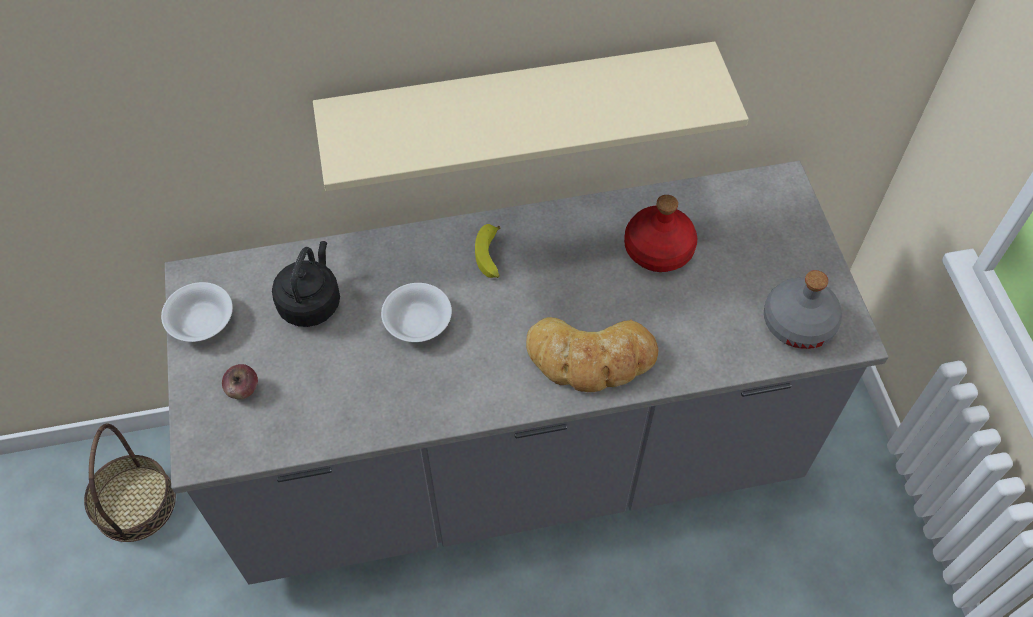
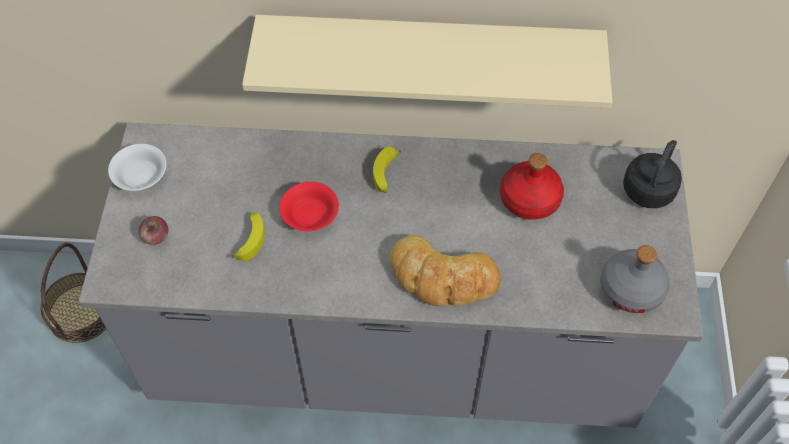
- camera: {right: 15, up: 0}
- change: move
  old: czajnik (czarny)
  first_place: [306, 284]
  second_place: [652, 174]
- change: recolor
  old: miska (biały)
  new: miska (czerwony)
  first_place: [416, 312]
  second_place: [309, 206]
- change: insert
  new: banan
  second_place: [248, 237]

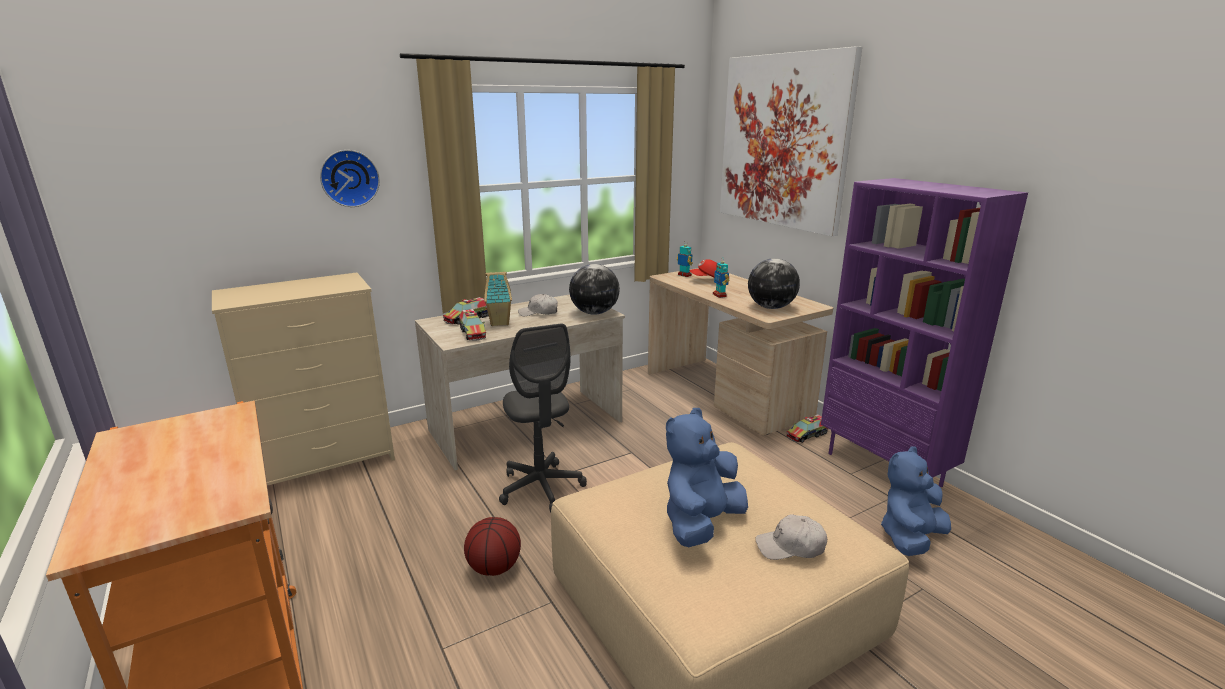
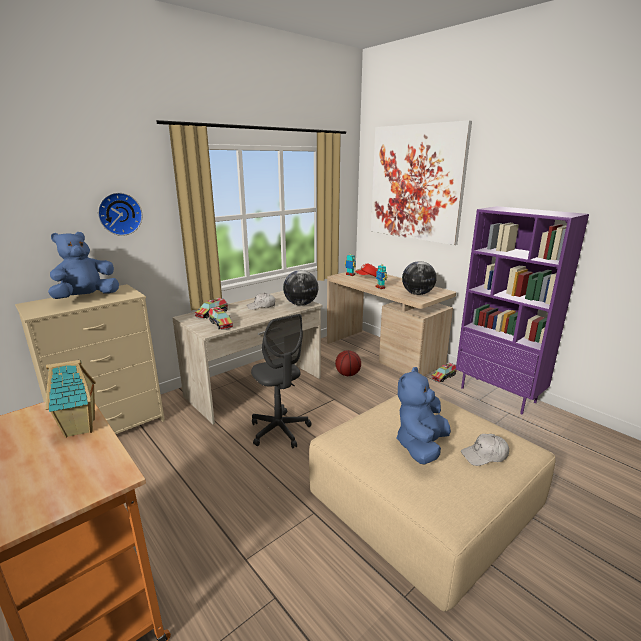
- camera: {right: -10, up: 0}
- change: move
  old: domek
  first_place: [498, 299]
  second_place: [70, 399]
- change: move
  old: pluszak (niebieski)
  first_place: [916, 501]
  second_place: [83, 265]
- change: move
  old: piłka do koszykówki
  first_place: [492, 546]
  second_place: [348, 363]

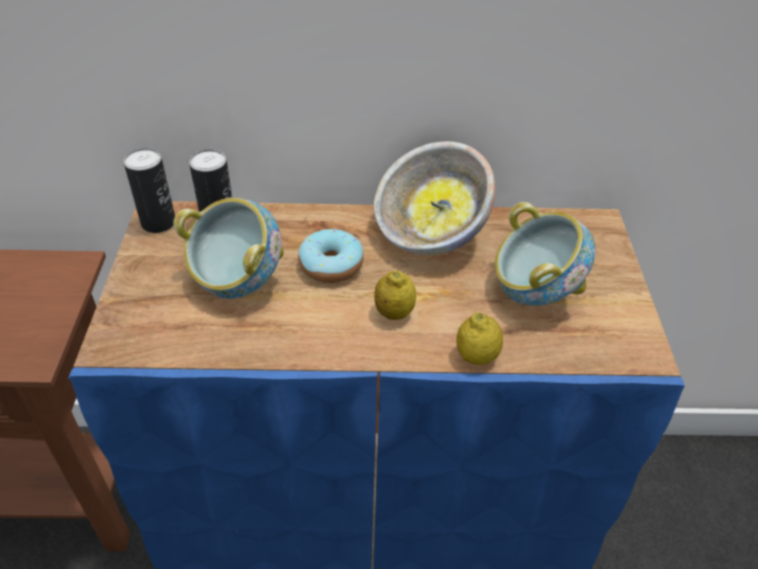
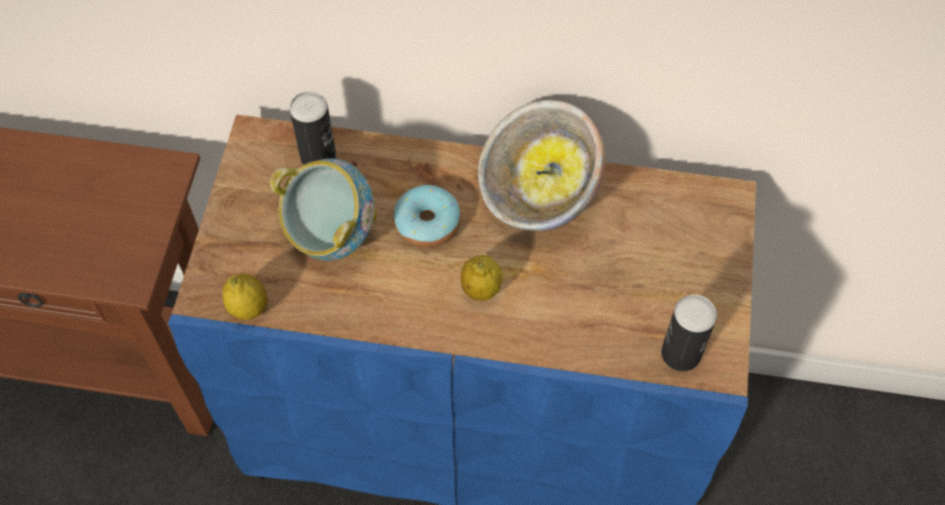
- camera: {right: 10, up: 15}
- change: move
  old: puszka
  first_place: [149, 190]
  second_place: [689, 333]
- change: delete
  old: miska
  first_place: [545, 254]
- change: move
  old: cytryna
  first_place: [479, 338]
  second_place: [245, 297]

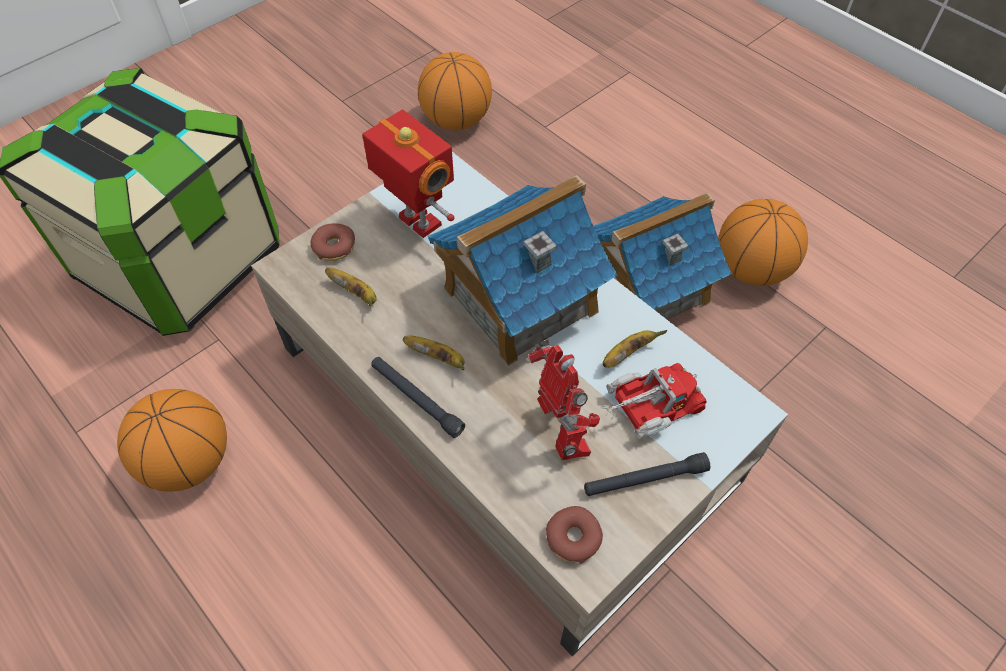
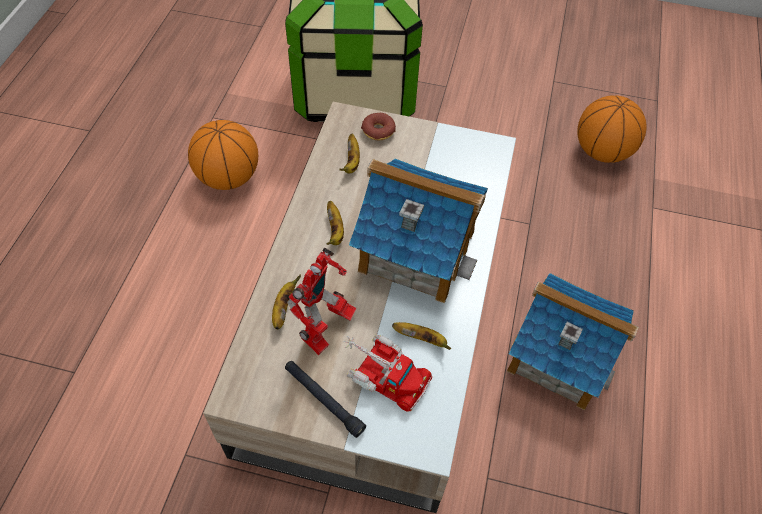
- camera: {right: 55, up: 0}
- change: delete
  old: robot zabawkowy
  first_place: [408, 174]
- change: delete
  old: piłka do koszykówki
  first_place: [763, 242]
- change: delete
  old: latarka (czarny)
  first_place: [418, 397]
- change: delete
  old: donut
  first_place: [574, 535]
- change: insert
  new: banan
  second_place: [286, 301]

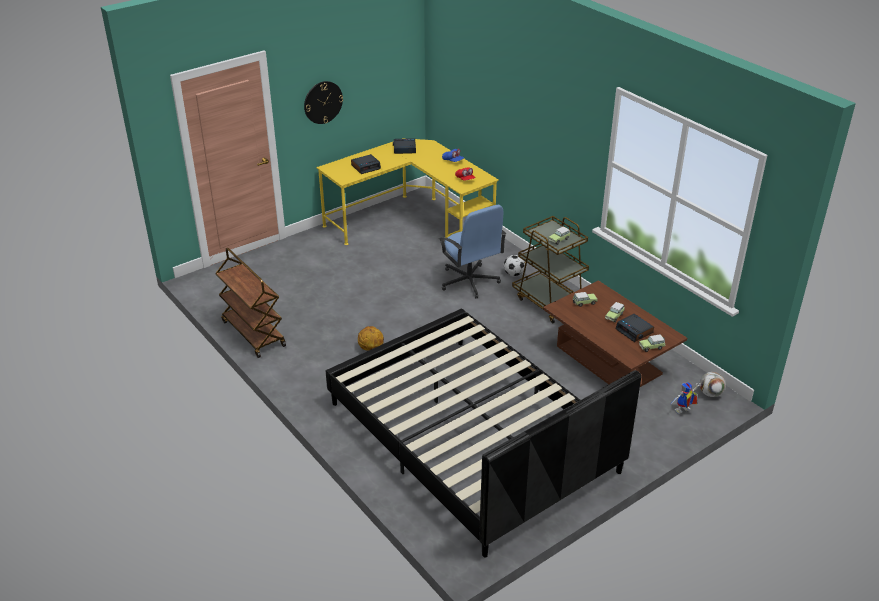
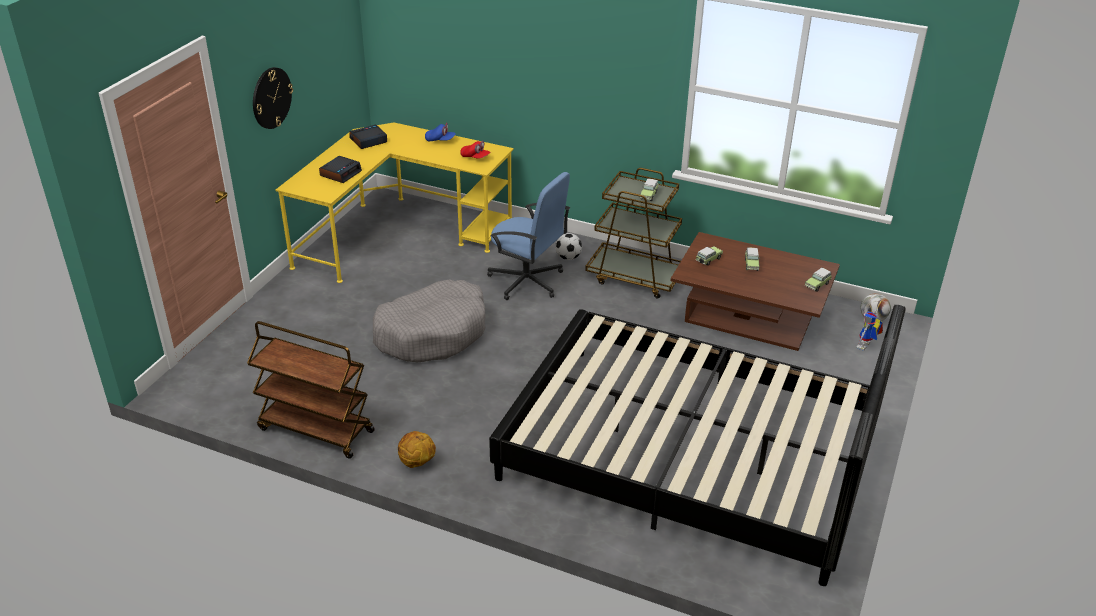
- camera: {right: -30, up: 0}
- change: delete
  old: budzik
  first_place: [634, 328]
- change: move
  old: piłka do koszykówki
  first_place: [371, 338]
  second_place: [417, 449]
- change: insert
  new: legowisko (szary)
  second_place: [429, 320]

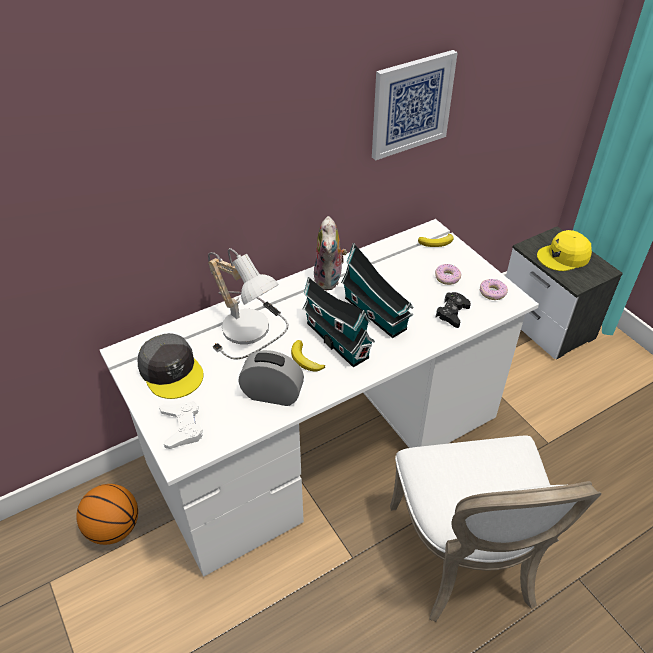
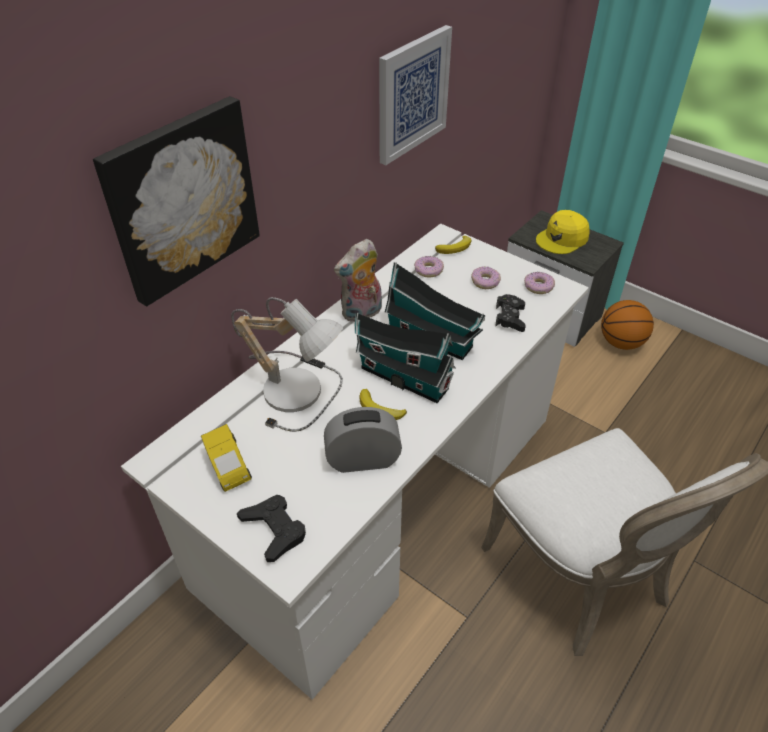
- camera: {right: -20, up: 0}
- change: rotate
  old: pluszak
  first_place: [330, 253]
  second_place: [358, 280]
  degrees: 75
- change: replace
  old: czapka z daszkiem (szary)
  new: samochodzik (żółty)
  first_place: [170, 366]
  second_place: [226, 458]
- change: recolor
  old: pad do gier (biały)
  new: pad do gier (czarny)
  first_place: [181, 425]
  second_place: [271, 528]
- change: move
  old: piłka do koszykówki
  first_place: [107, 514]
  second_place: [627, 325]
- change: insert
  new: obraz
  second_place: [176, 201]
- change: insert
  new: donut
  second_place: [429, 267]

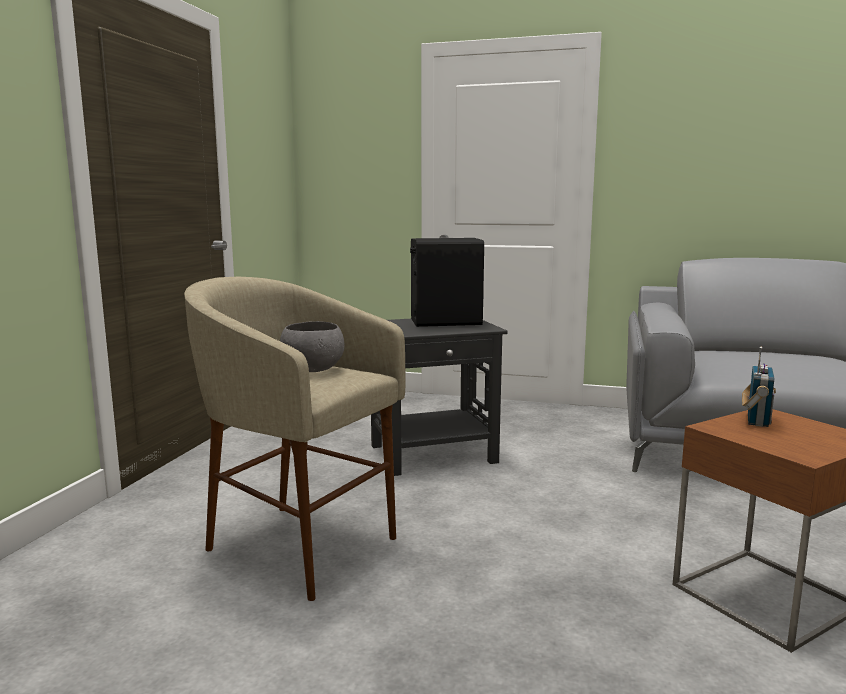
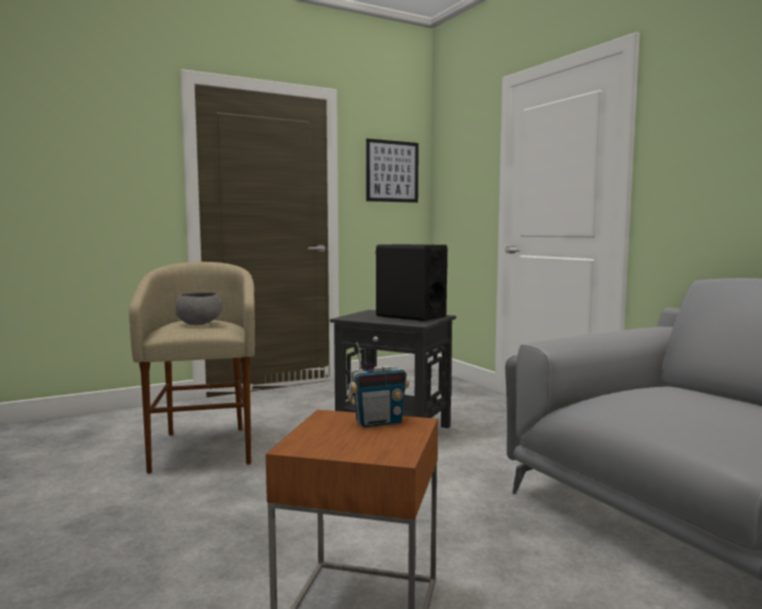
- camera: {right: 45, up: -5}
- change: insert
  new: obraz
  second_place: [392, 170]

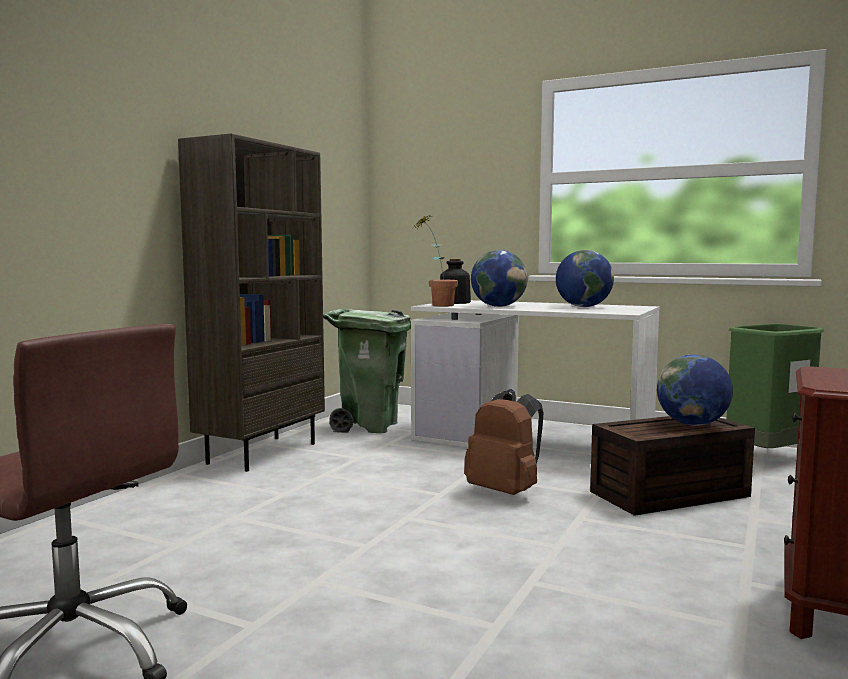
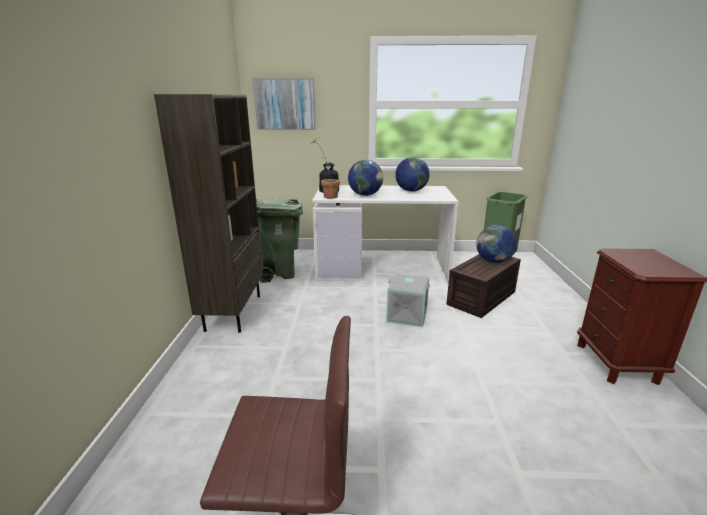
- camera: {right: -25, up: 15}
- change: replace
  old: plecak (brązowy)
  new: pojemnik do przechowywania (szary)
  first_place: [503, 442]
  second_place: [408, 300]
- change: insert
  new: obraz
  second_place: [284, 104]

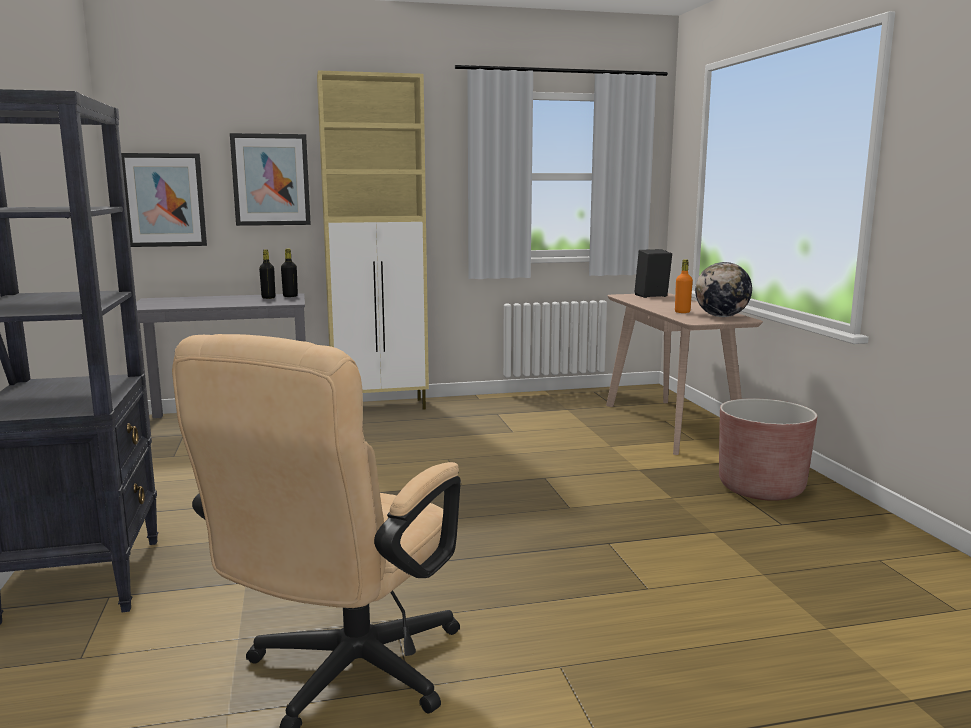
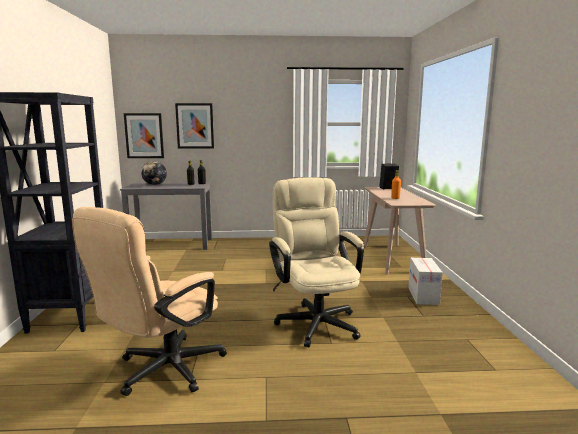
- camera: {right: 10, up: 0}
- change: delete
  old: szafka (beżowy)
  first_place: [373, 240]
- change: move
  old: globus
  first_place: [723, 289]
  second_place: [154, 173]
- change: replace
  old: donica (brązowy)
  new: karton
  first_place: [768, 449]
  second_place: [425, 281]
- change: insert
  new: krzesło biurowe (beżowy)
  second_place: [316, 262]

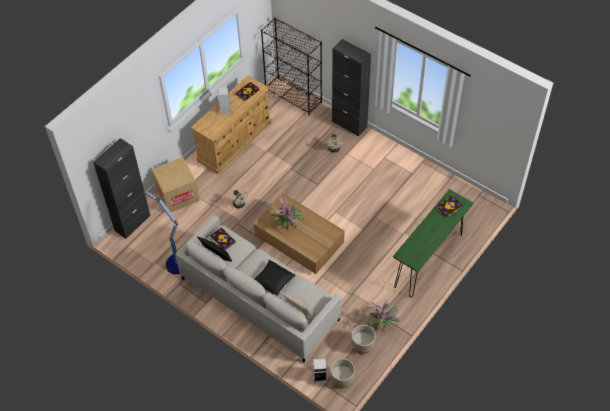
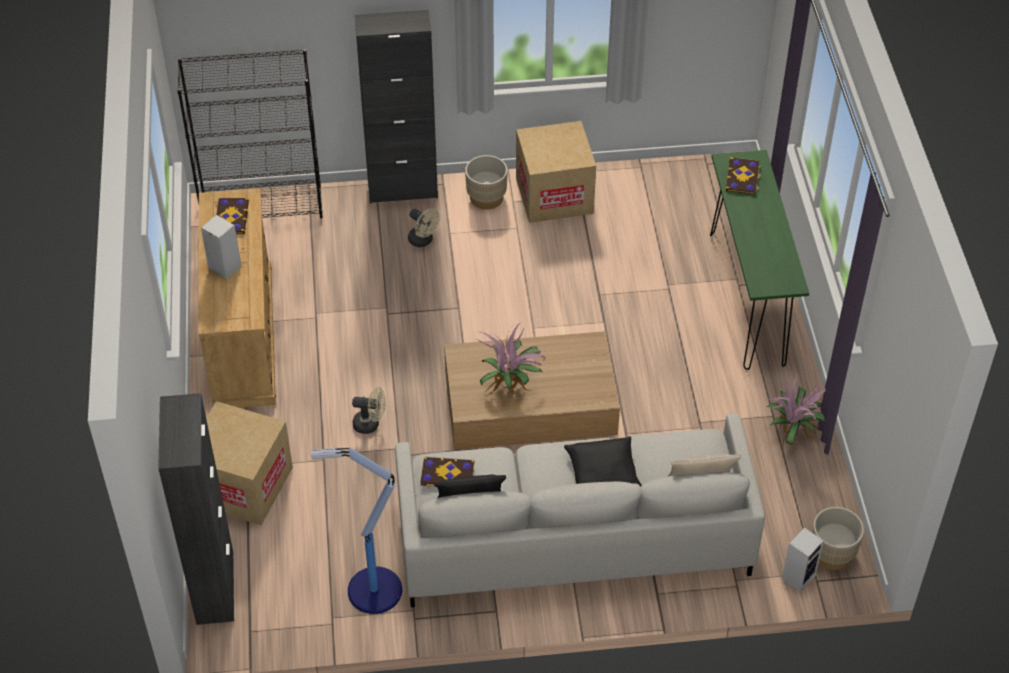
- camera: {right: -45, up: -5}
- change: move
  old: donica (beżowy)
  first_place: [363, 339]
  second_place: [486, 182]
- change: insert
  new: karton
  second_place: [556, 172]

